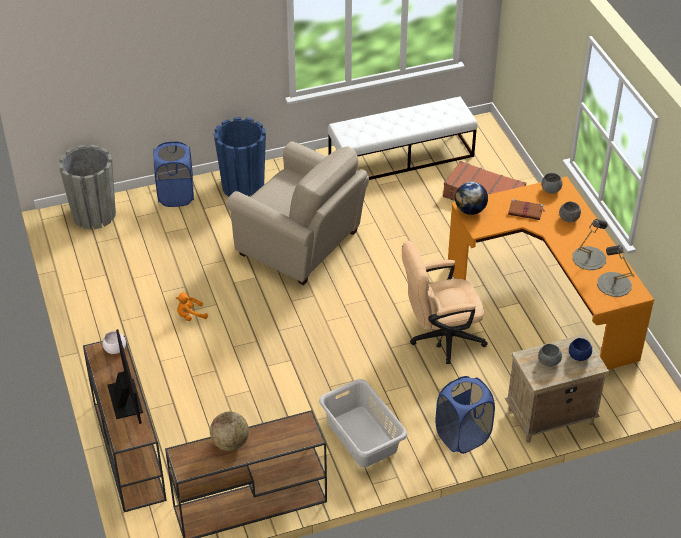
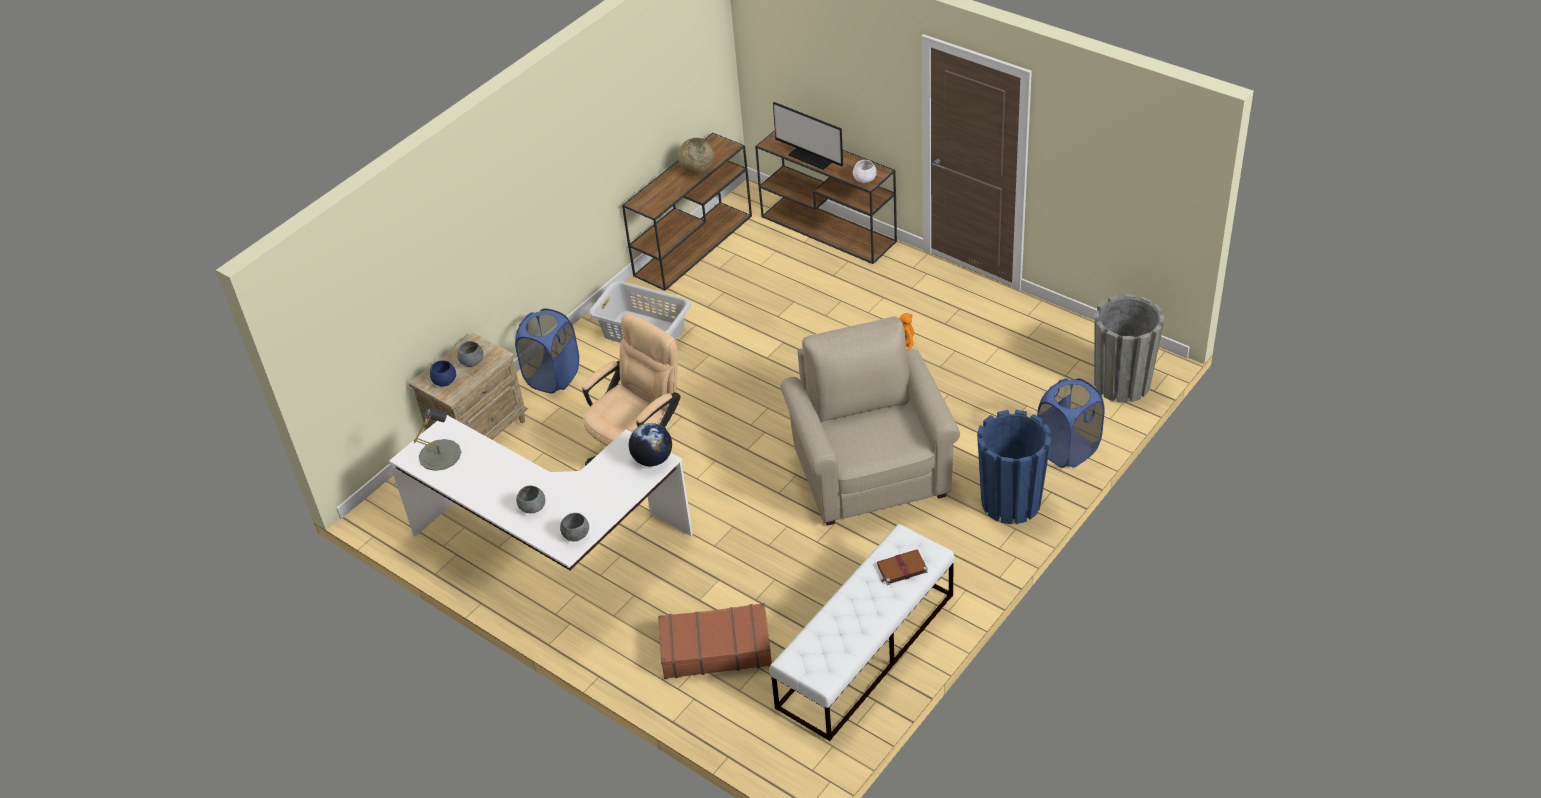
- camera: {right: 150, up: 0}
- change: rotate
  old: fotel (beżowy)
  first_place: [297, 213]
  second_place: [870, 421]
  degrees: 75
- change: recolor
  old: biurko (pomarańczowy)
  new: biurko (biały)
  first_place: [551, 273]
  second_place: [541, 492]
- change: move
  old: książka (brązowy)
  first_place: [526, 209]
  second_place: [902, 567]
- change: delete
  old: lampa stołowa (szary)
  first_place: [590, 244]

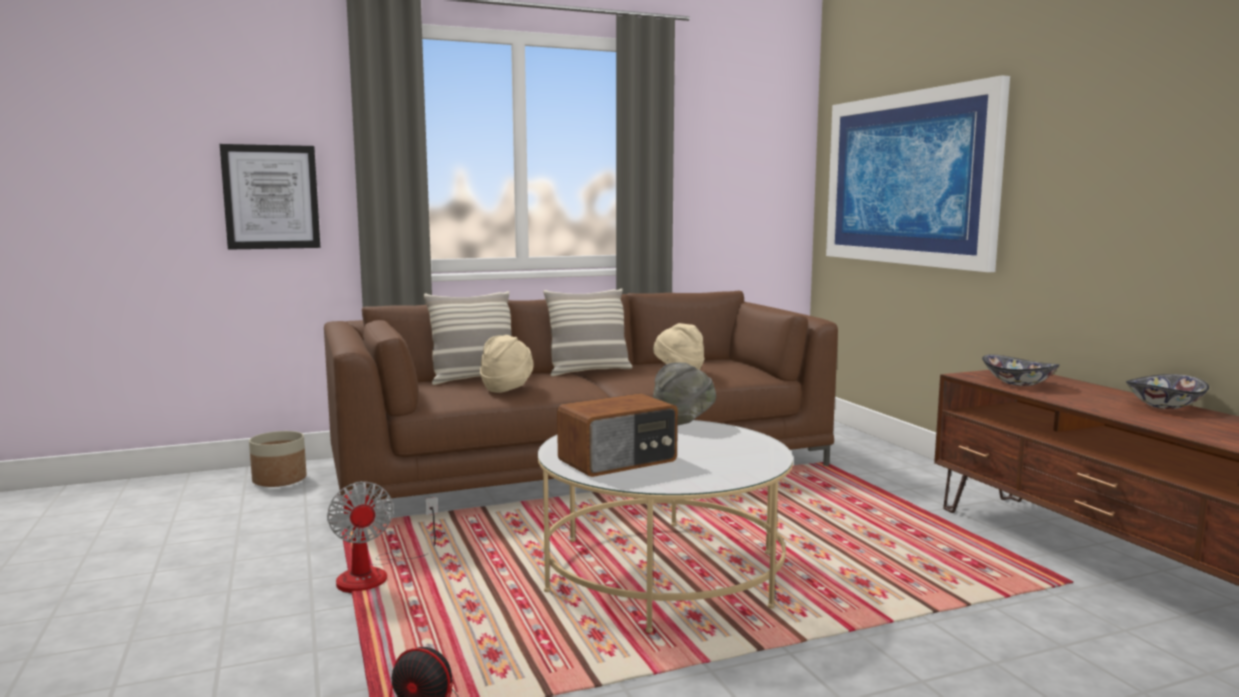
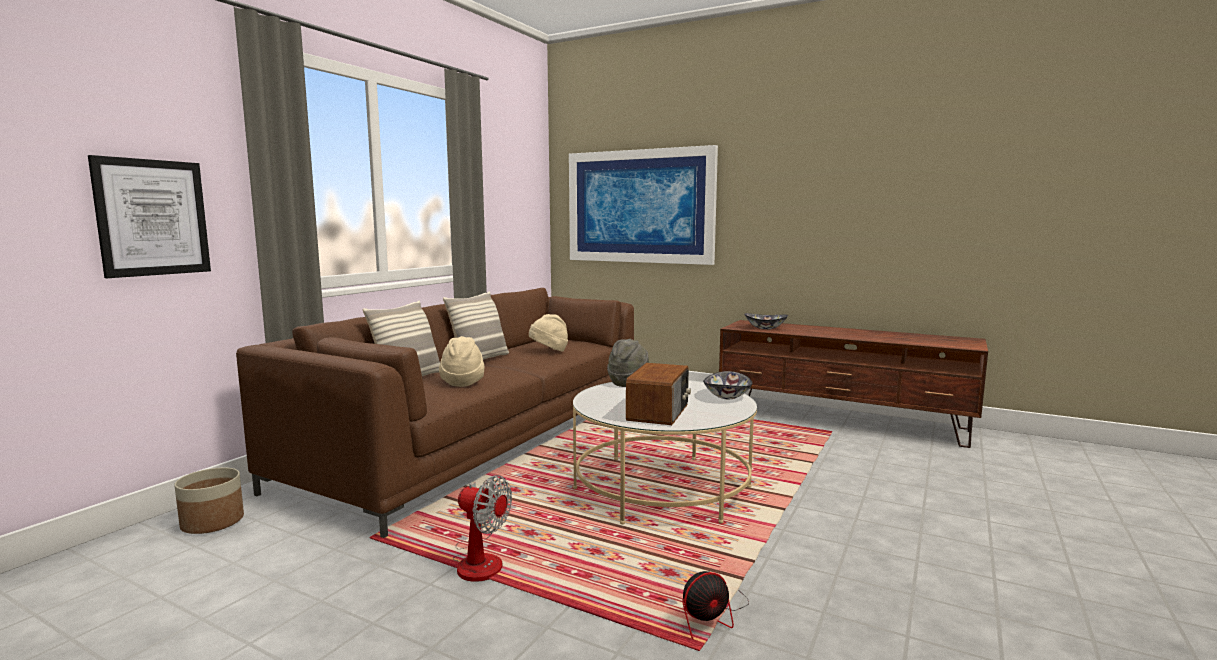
- camera: {right: -40, up: 0}
- change: move
  old: miska
  first_place: [1167, 391]
  second_place: [727, 385]

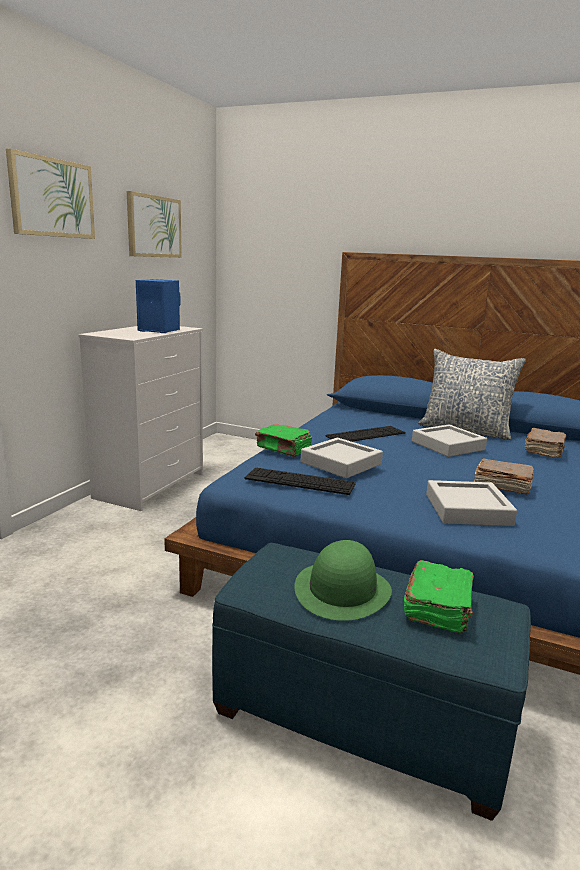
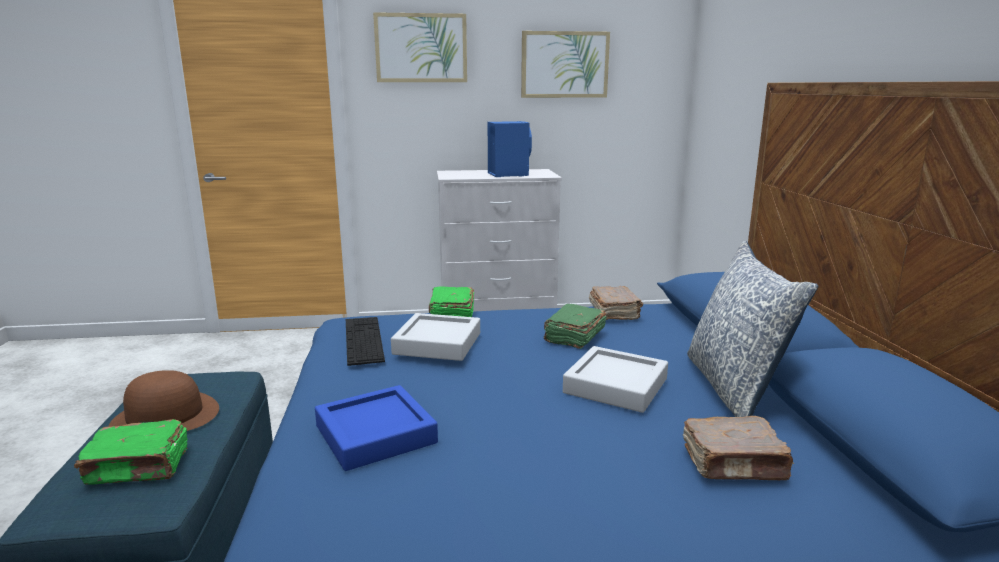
- camera: {right: 60, up: 0}
- change: replace
  old: klawiatura
  new: książka (zielony)
  first_place: [365, 434]
  second_place: [575, 326]
- change: move
  old: książka (brązowy)
  first_place: [503, 476]
  second_place: [616, 303]
- change: recolor
  old: taca (szary)
  new: taca (niebieski)
  first_place: [471, 503]
  second_place: [376, 428]
- change: recolor
  old: kapelusz (zielony)
  new: kapelusz (brązowy)
  first_place: [343, 580]
  second_place: [164, 400]

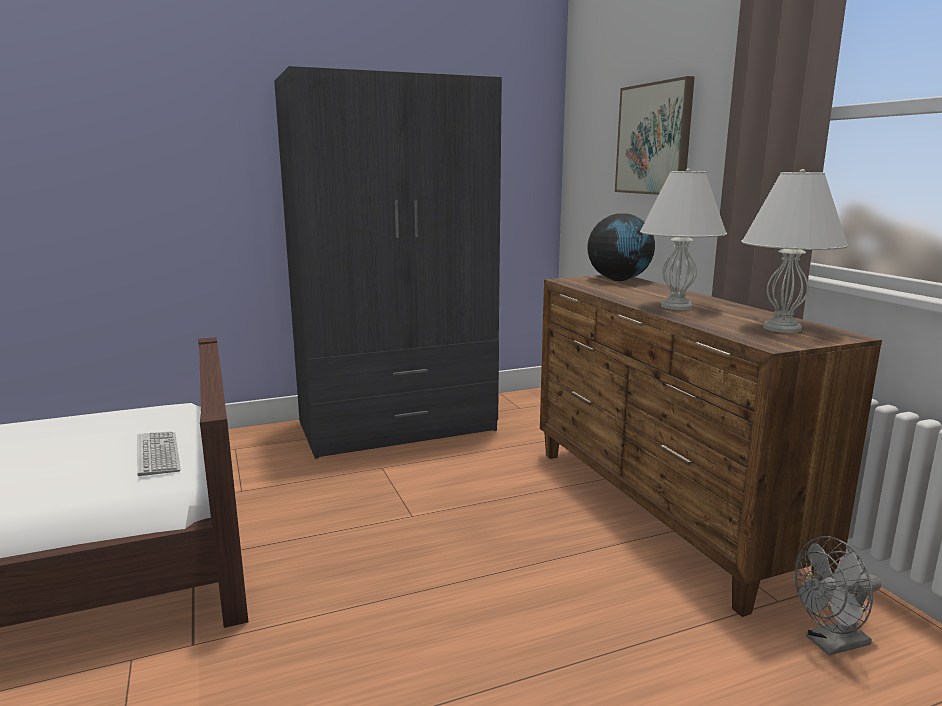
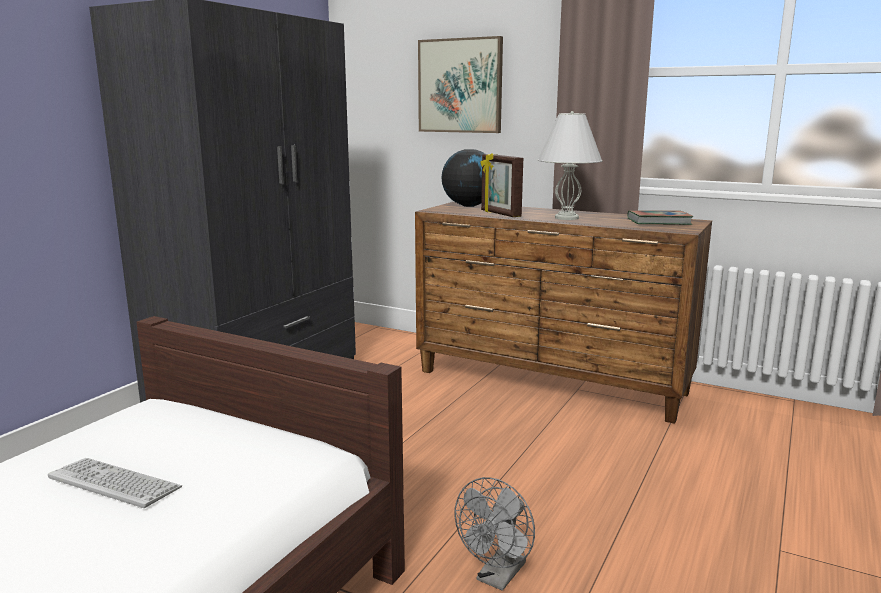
- camera: {right: -40, up: 0}
- change: replace
  old: lampa stołowa (biały)
  new: książka
  first_place: [794, 251]
  second_place: [660, 217]
- change: move
  old: klawiatura
  first_place: [159, 453]
  second_place: [115, 483]
- change: move
  old: wentylator (szary)
  first_place: [838, 596]
  second_place: [495, 534]
- change: insert
  new: ramka na zdjęcie
  second_place: [501, 185]

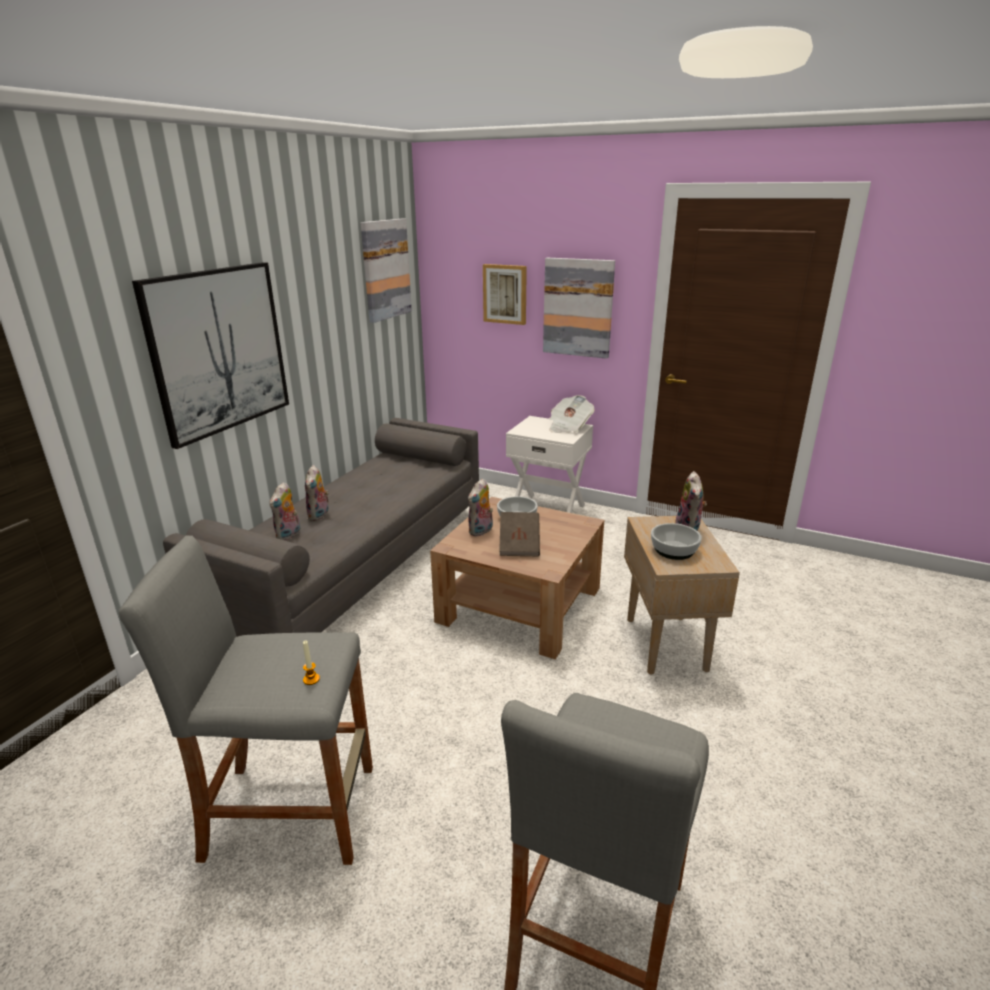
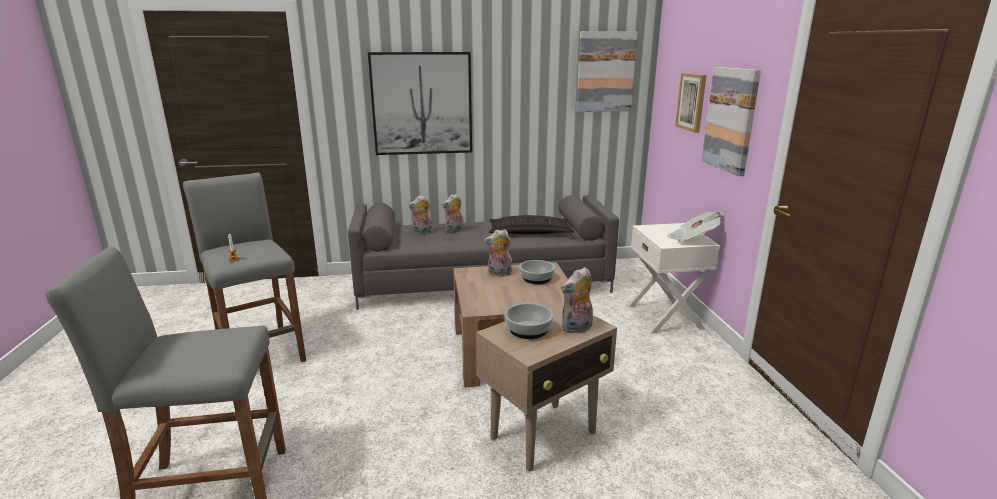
- camera: {right: 55, up: -5}
- change: delete
  old: książka (brązowy)
  first_place: [519, 534]
- change: insert
  new: poduszka
  second_place: [531, 224]

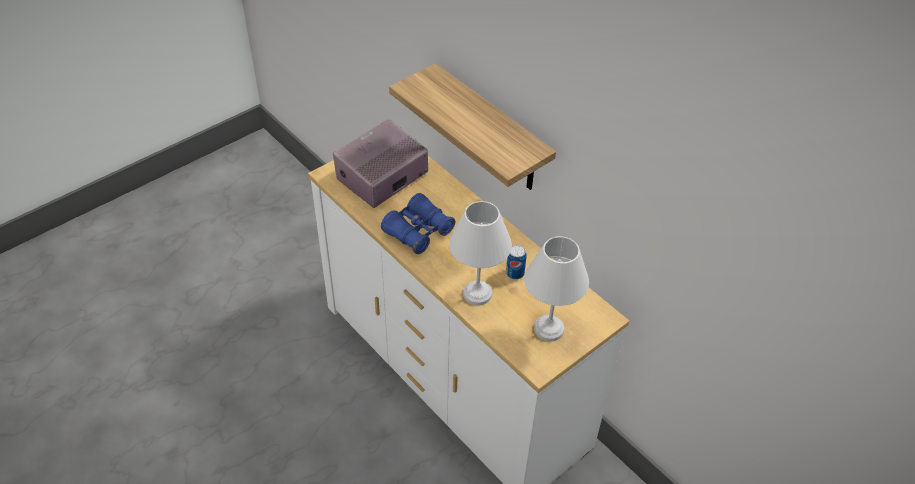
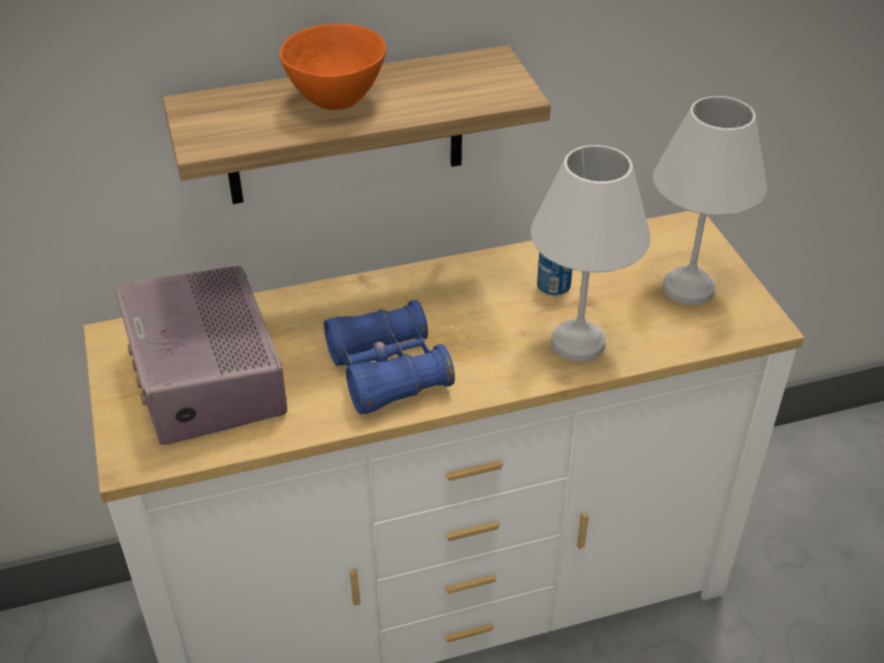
- camera: {right: -65, up: -5}
- change: insert
  new: miska (pomarańczowy)
  second_place: [333, 66]

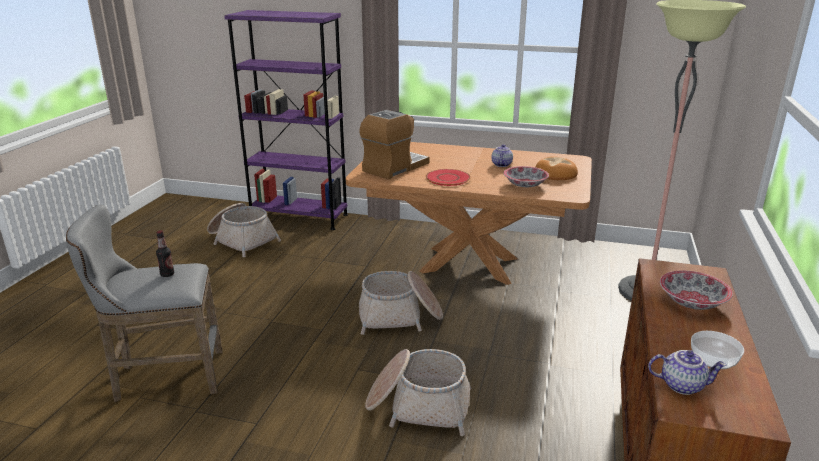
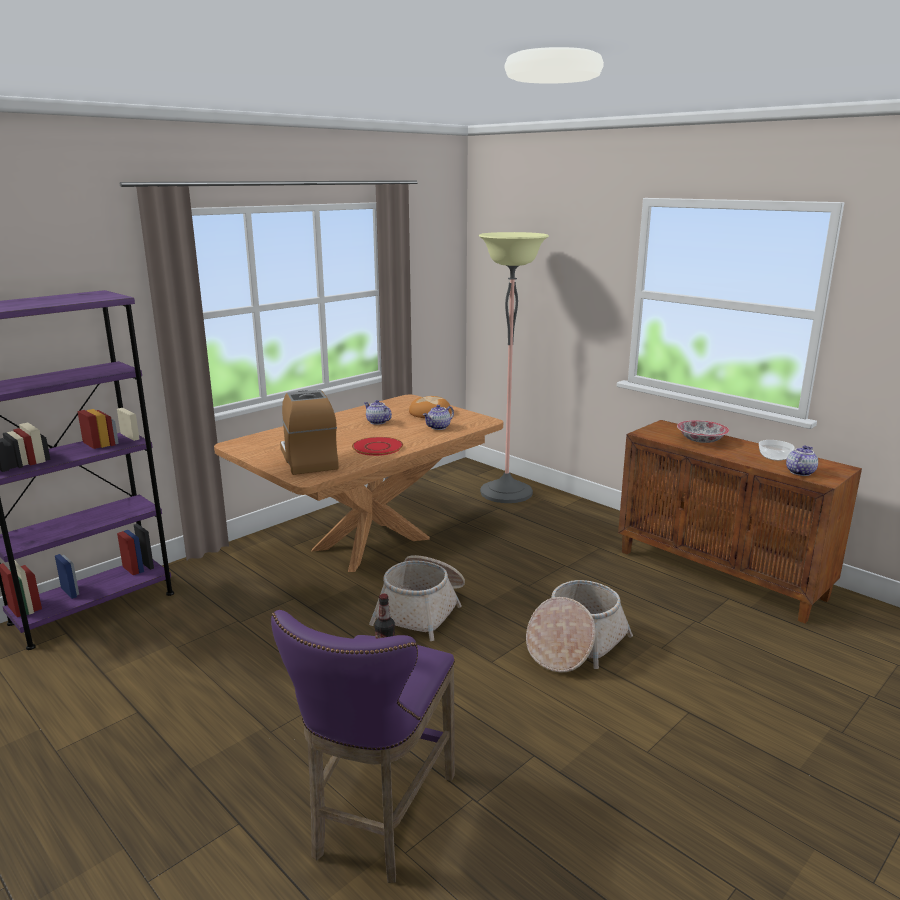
- camera: {right: -60, up: -5}
- change: replace
  old: miska
  new: imbryk
  first_place: [526, 176]
  second_place: [438, 417]
- change: delete
  old: koszyk
  first_place: [244, 230]
- change: recolor
  old: stołek (szary)
  new: stołek (fioletowy)
  first_place: [144, 303]
  second_place: [363, 746]

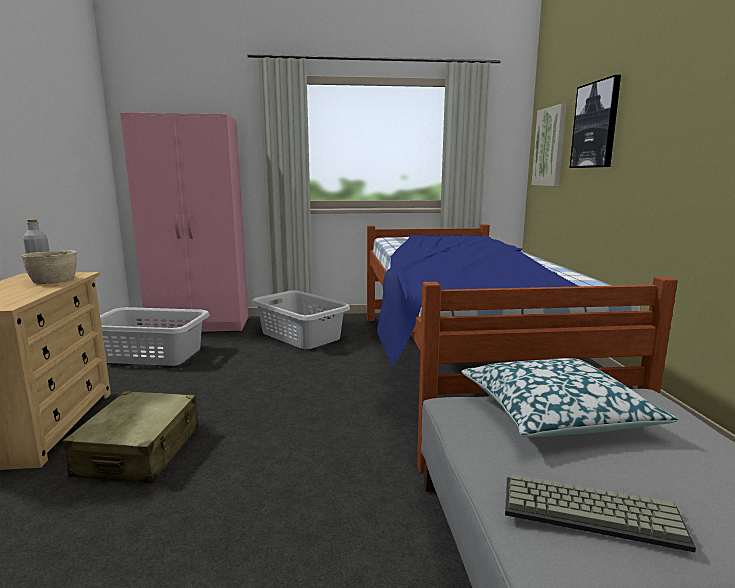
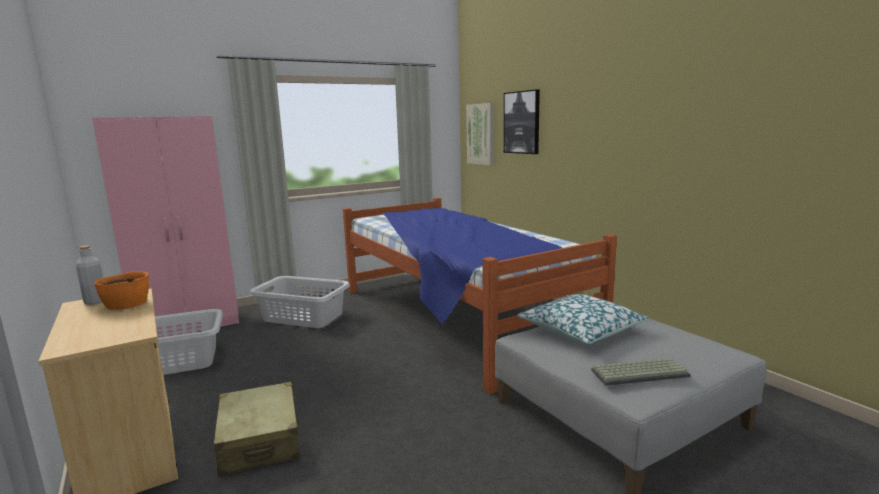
- camera: {right: -25, up: 0}
- change: recolor
  old: miska (beżowy)
  new: miska (pomarańczowy)
  first_place: [49, 267]
  second_place: [121, 290]

